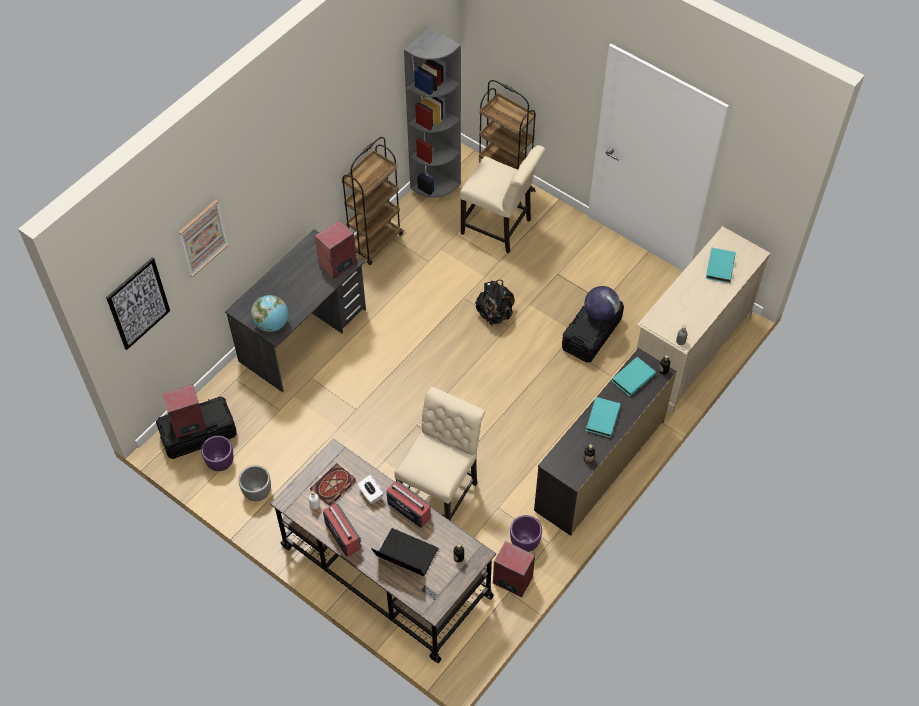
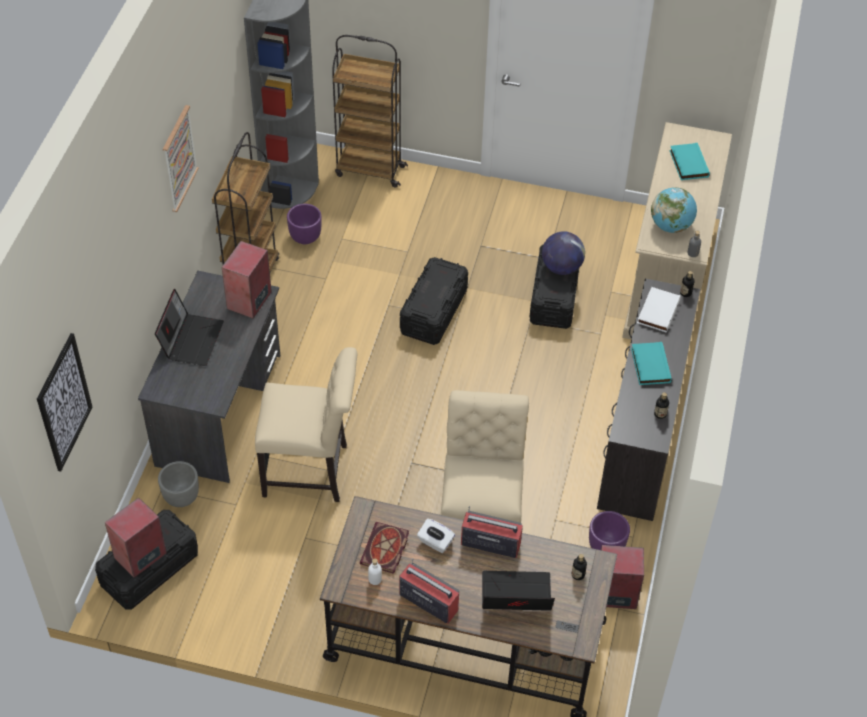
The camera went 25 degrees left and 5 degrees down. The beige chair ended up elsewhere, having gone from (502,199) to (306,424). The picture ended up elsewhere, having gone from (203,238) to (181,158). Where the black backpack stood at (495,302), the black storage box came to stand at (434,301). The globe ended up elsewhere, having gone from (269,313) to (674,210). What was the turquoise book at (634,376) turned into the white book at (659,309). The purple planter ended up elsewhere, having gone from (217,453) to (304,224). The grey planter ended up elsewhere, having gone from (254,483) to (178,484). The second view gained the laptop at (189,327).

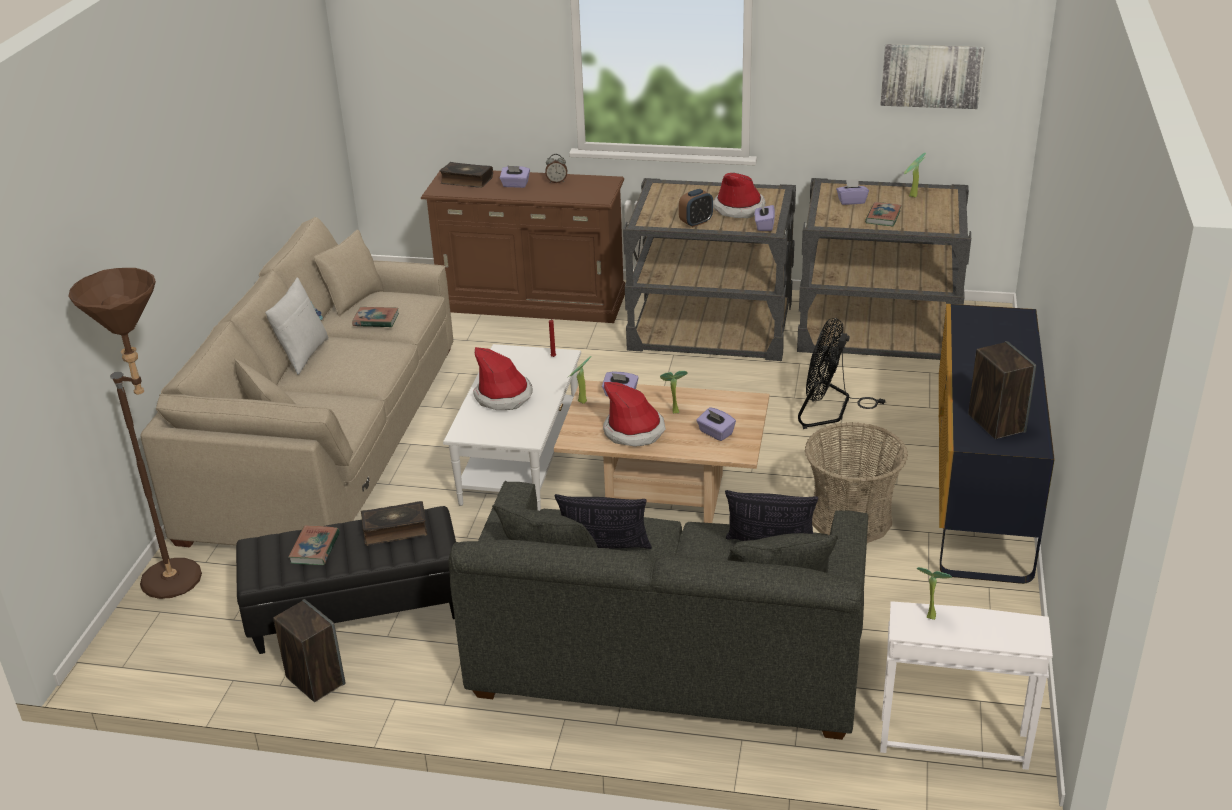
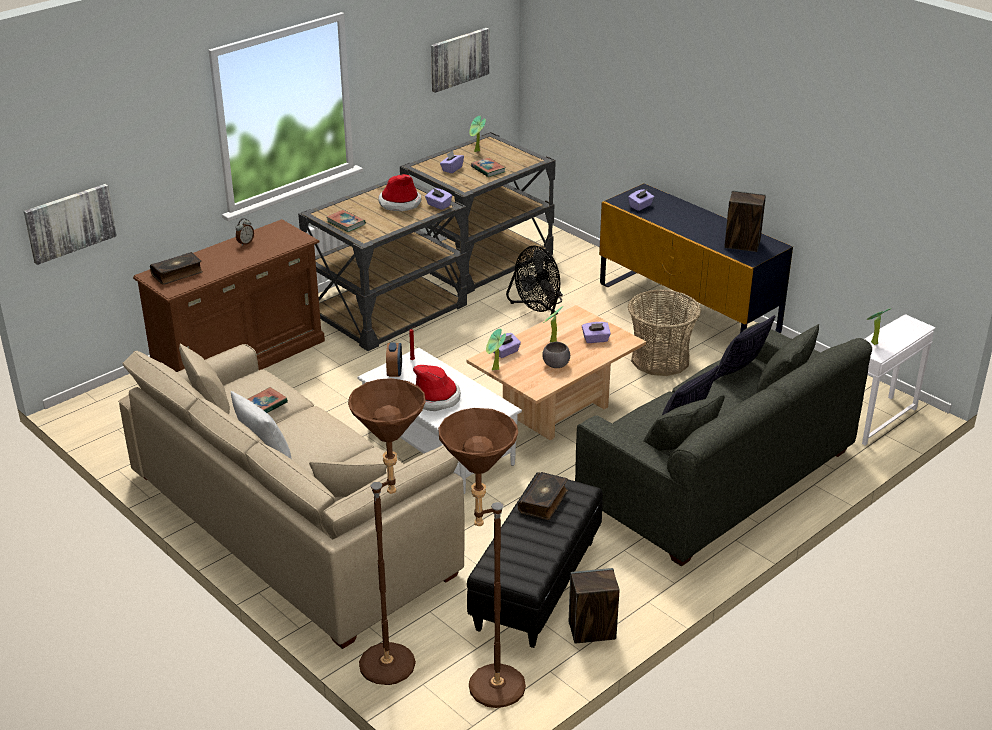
The camera went 55 degrees left and 0 degrees up. The purple tissue box ended up elsewhere, having gone from (515,176) to (641,200). The alarm clock ended up elsewhere, having gone from (696,208) to (394,359). Where the hat stood at (634,414), the grey bowl came to stand at (556,355). The book ended up elsewhere, having gone from (314,545) to (346,221). The second view gained the picture at (70,224). The second view gained the brown floor lamp at (482,558).

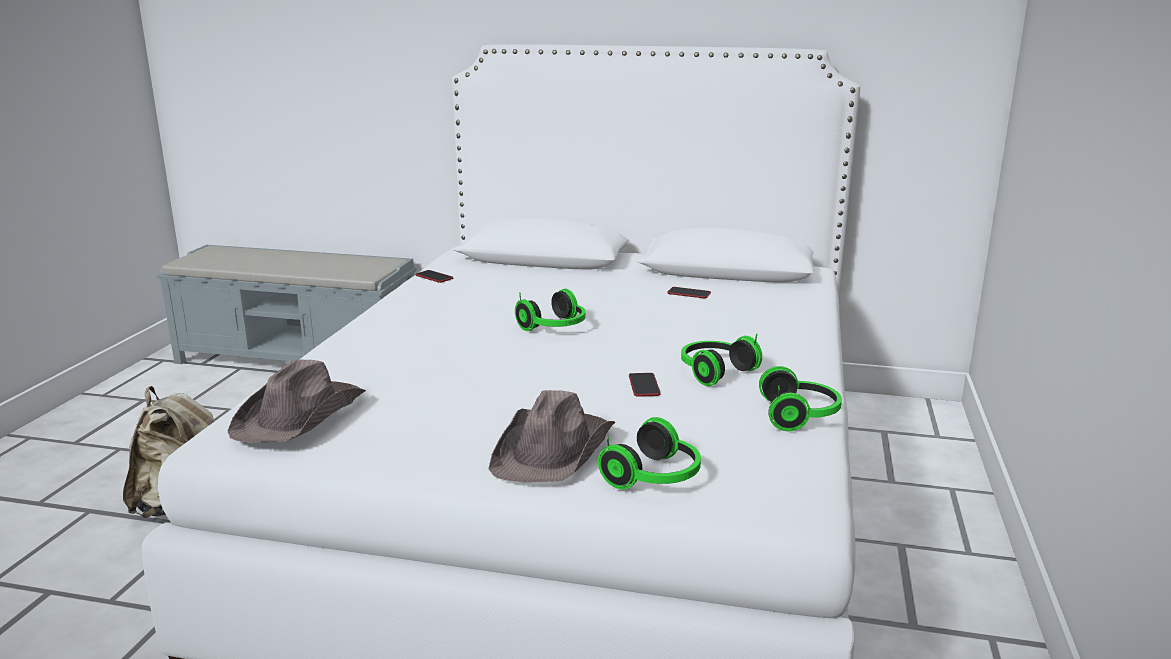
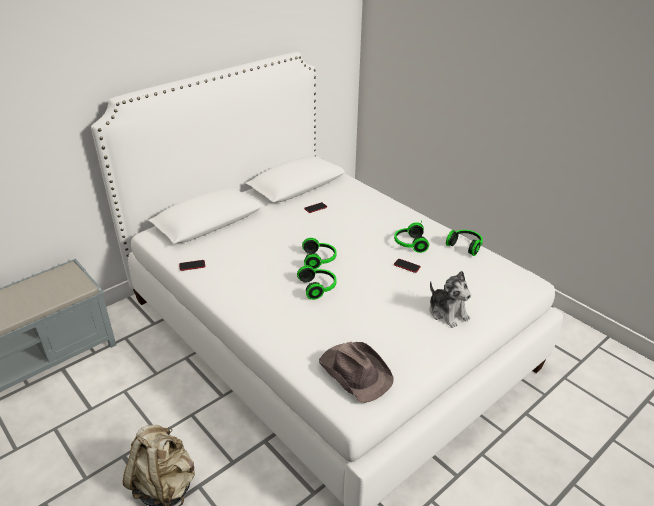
The camera went 55 degrees left and 15 degrees up. Where the brown hat stood at (551,436), the plush toy came to stand at (450,299). The headphones ended up elsewhere, having gone from (649,453) to (316,282).

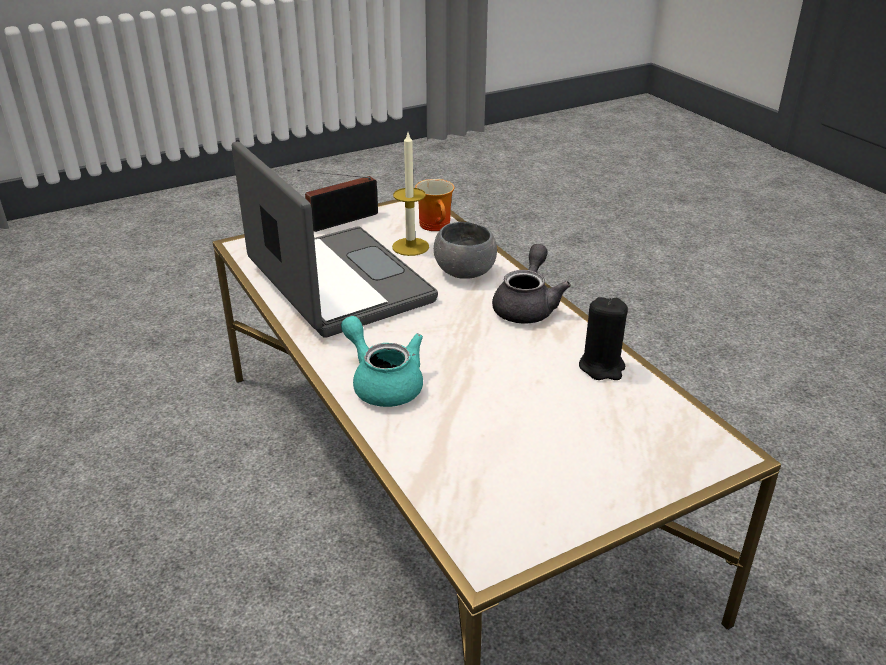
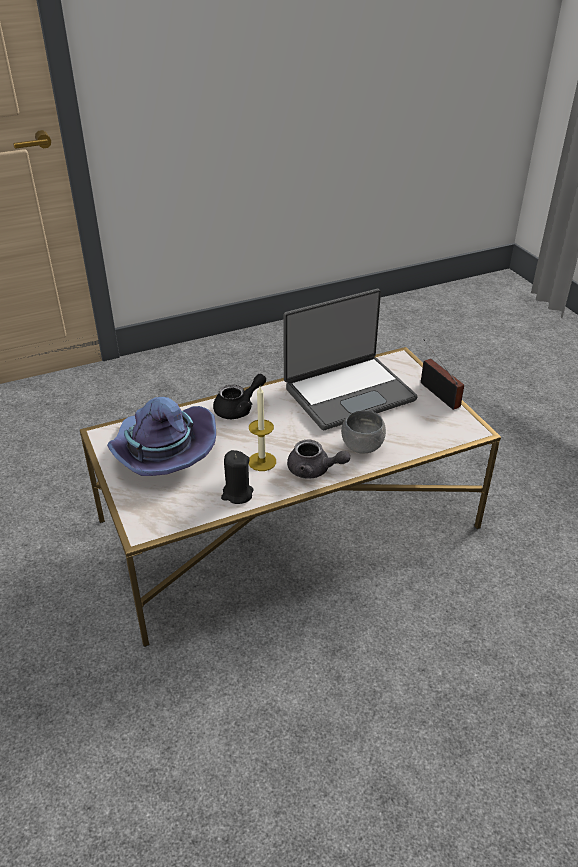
The camera went 95 degrees right and 5 degrees up. The candle ended up elsewhere, having gone from (410,194) to (262,428). The second view lost the mug at (434,205). What was the turquoise teapot at (382,361) turned into the black teapot at (239,396). The second view gained the purple hat at (161,436).

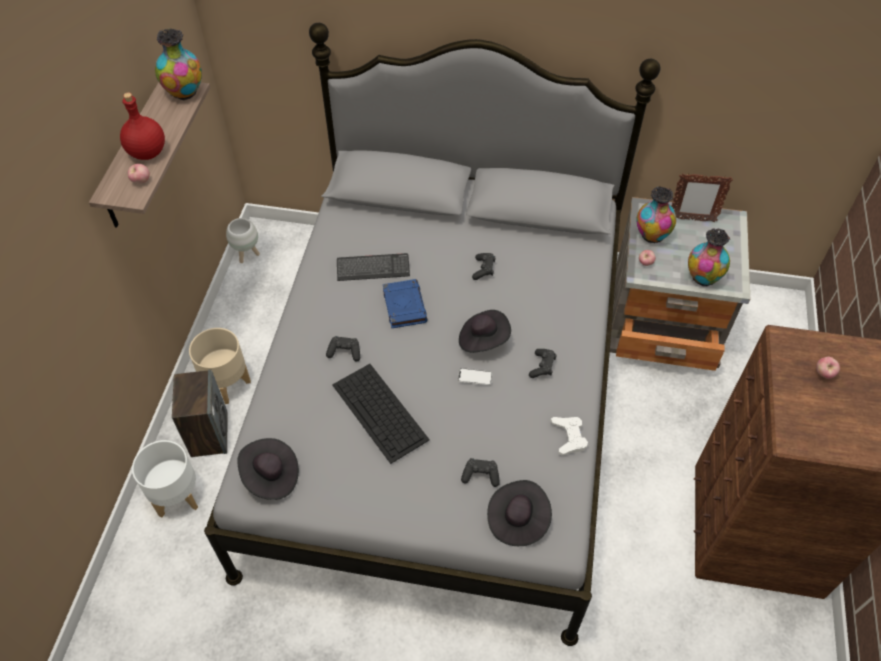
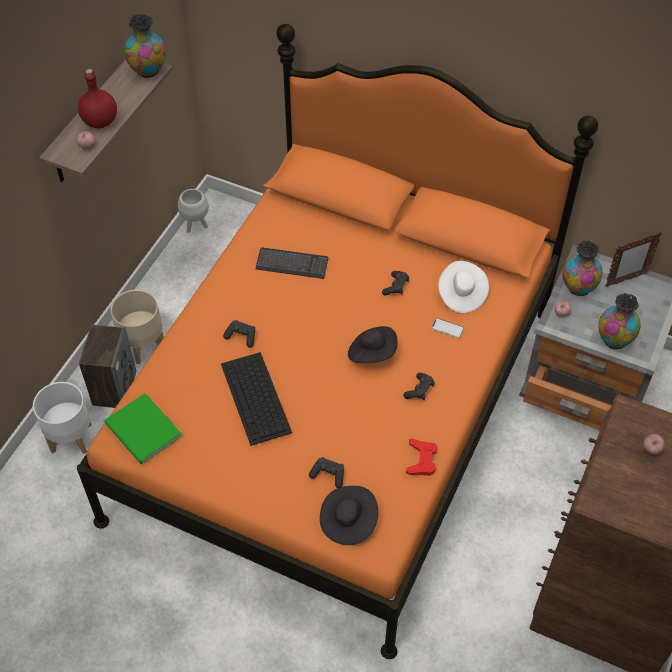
The camera went 15 degrees right and 0 degrees up. What was the grey bed at (432,334) turned into the orange bed at (337,341). The picture frame at (702,197) ended up facing another way, 45 degrees counterclockwise from before. The second view lost the blue book at (405,303). The phone ended up elsewhere, having gone from (475,377) to (447,328). What was the white game controller at (569,436) turned into the red game controller at (422,457). Where the black hat stood at (268,469), the green book came to stand at (143,428). The second view gained the white hat at (463,287).

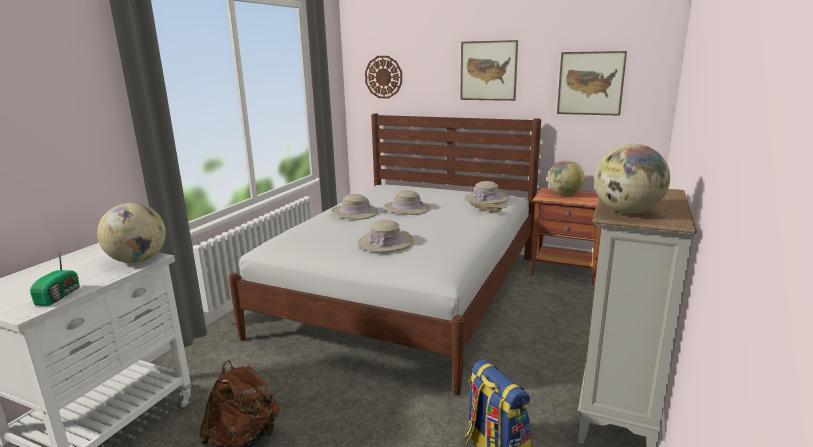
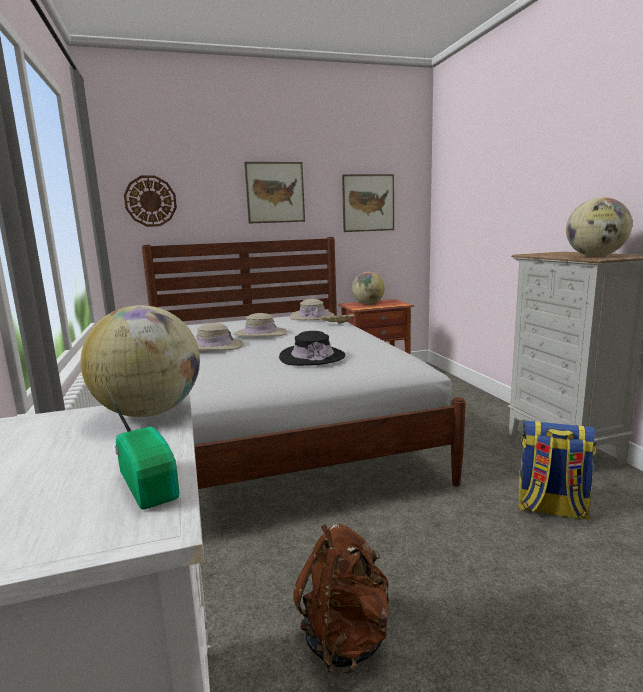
The camera went 40 degrees left and 5 degrees down. What was the beige hat at (386,236) turned into the black hat at (312,348).

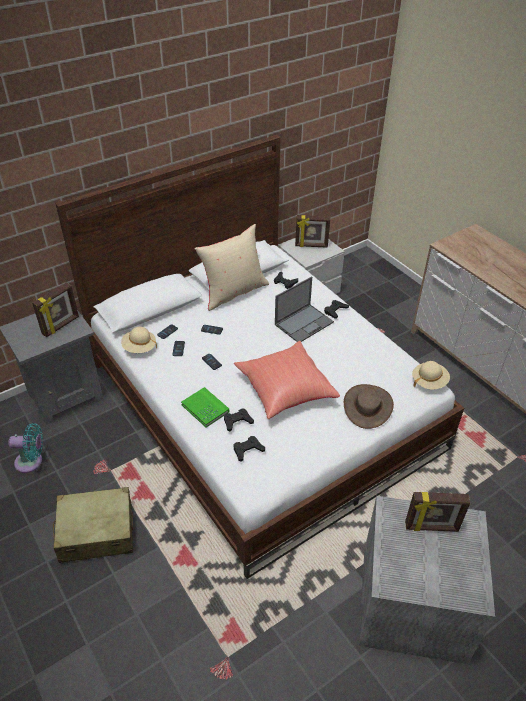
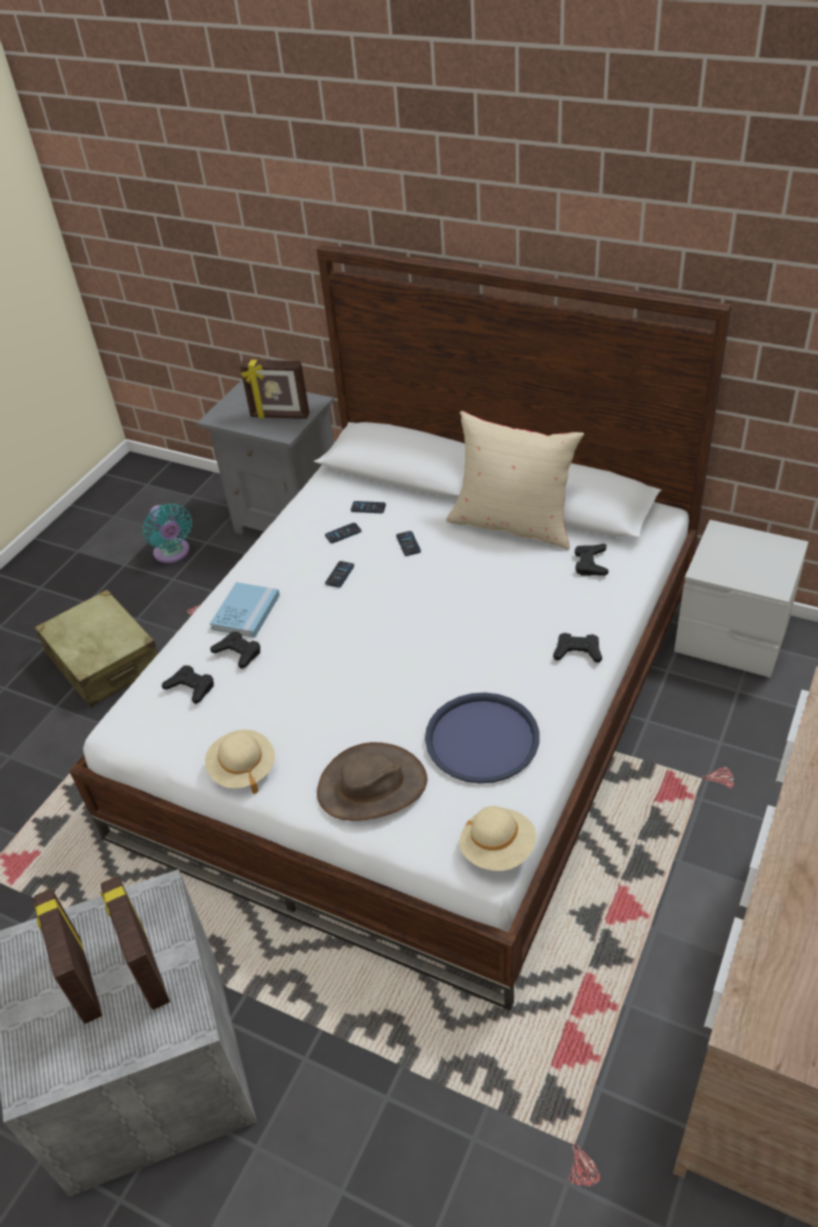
The camera went 65 degrees right and 0 degrees up. The picture frame ended up elsewhere, having gone from (312,231) to (68,956). The second view lost the laptop at (304,309). The beige hat ended up elsewhere, having gone from (139,340) to (240,762). The second view lost the red pillow at (287,380). What was the green book at (205,407) turned into the blue book at (245,610). The second view gained the blue tray at (482,737).

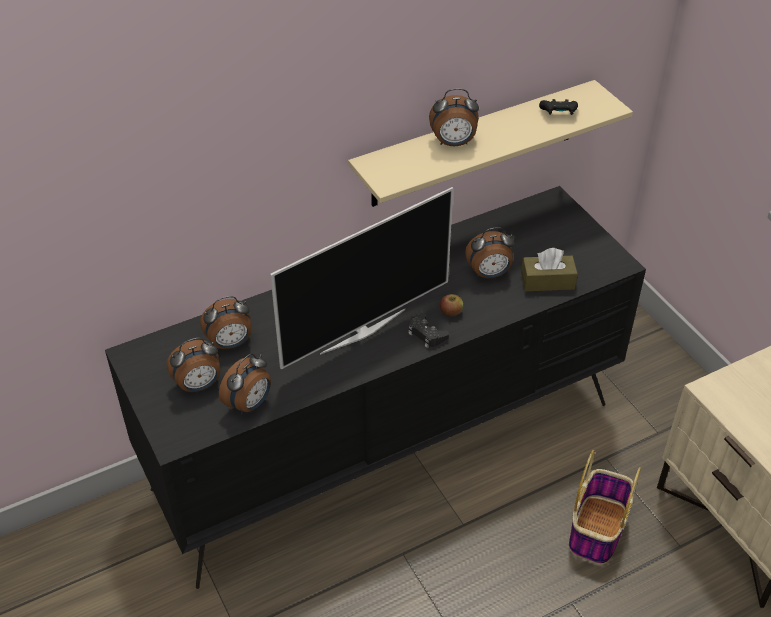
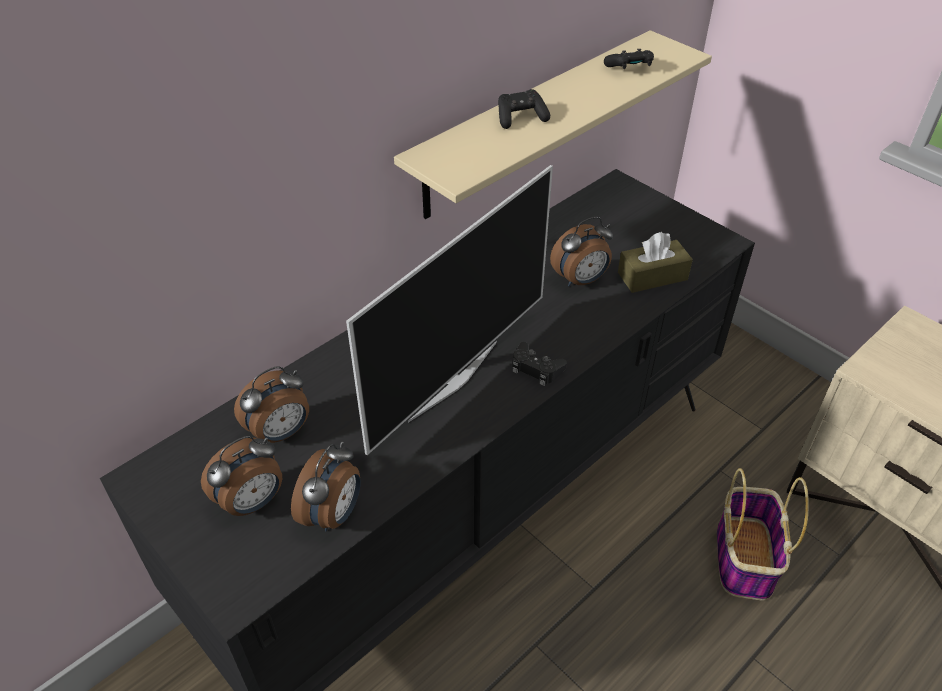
The camera went 15 degrees left and 0 degrees up. Where the alarm clock stood at (454,117), the black game controller came to stand at (524,109). The second view lost the apple at (451,305).

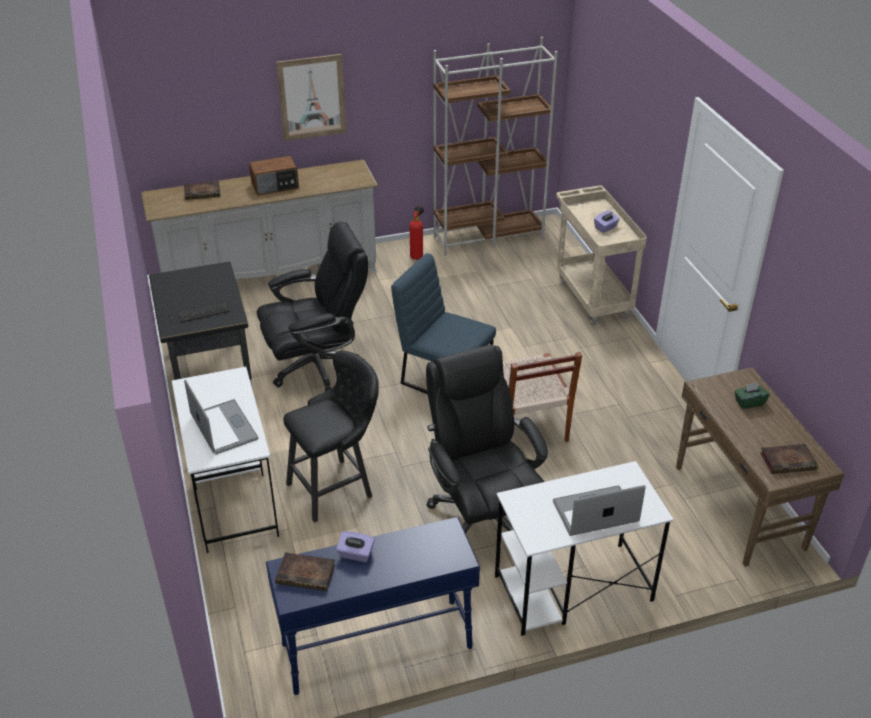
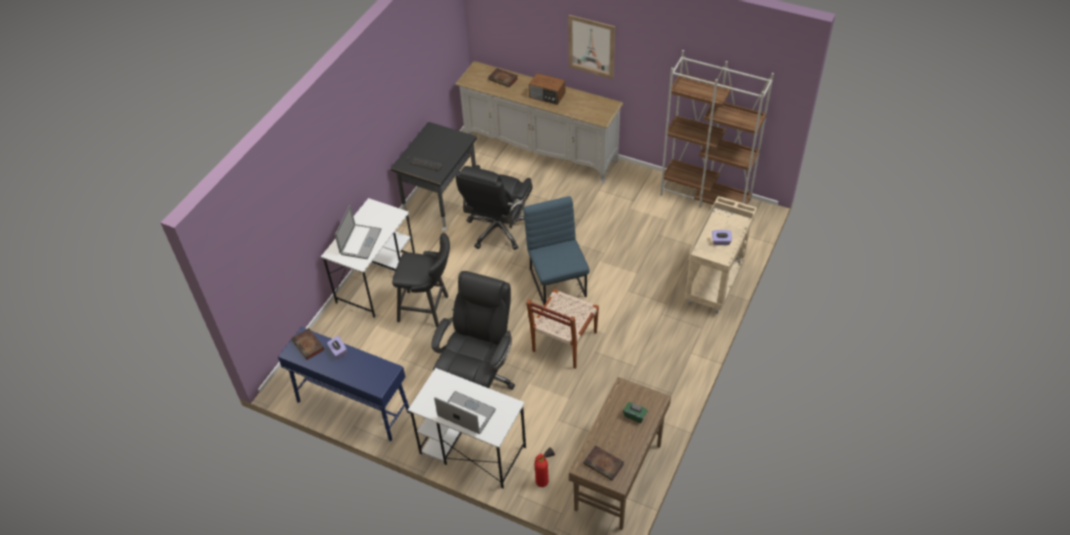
The camera went 45 degrees right and 10 degrees up. The fire extinguisher ended up elsewhere, having gone from (417,233) to (545,467). The black office chair at (312,307) ended up facing another way, 90 degrees clockwise from before.

